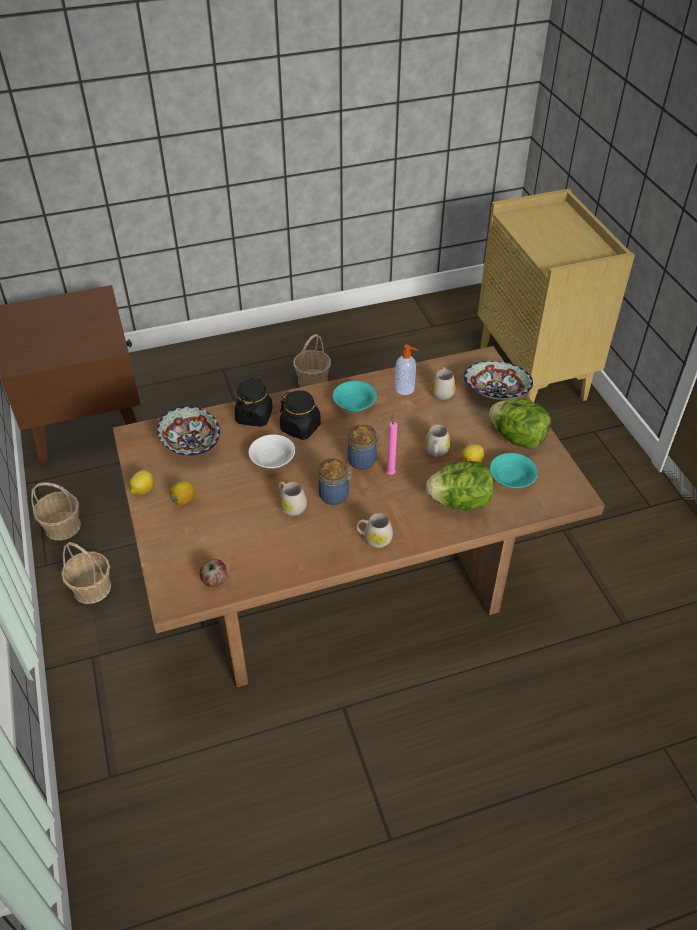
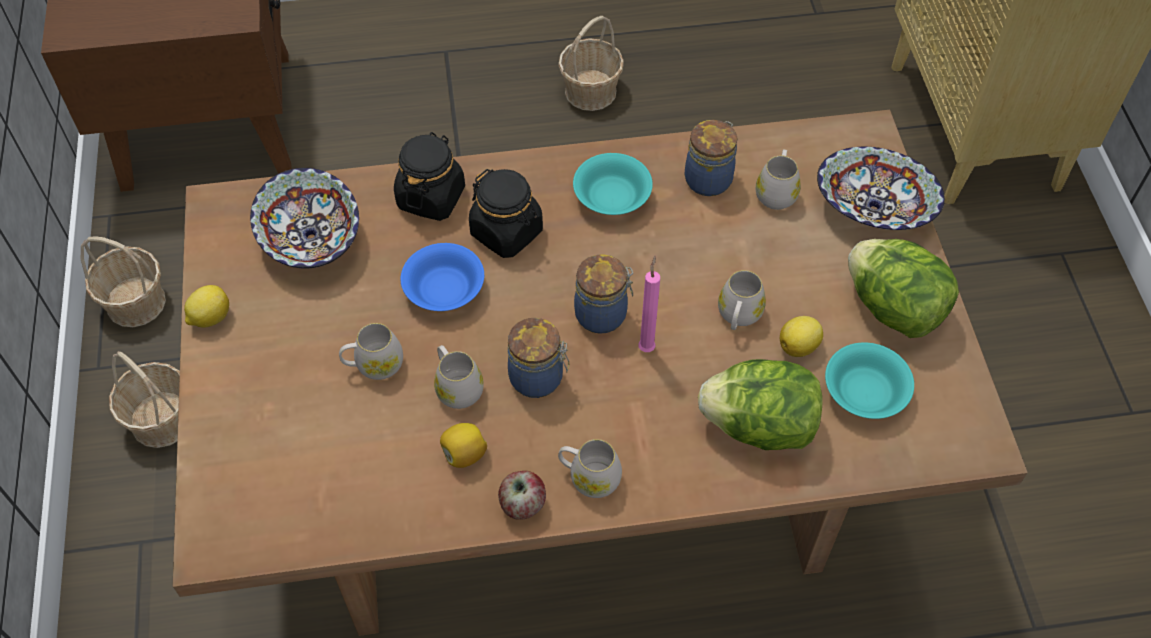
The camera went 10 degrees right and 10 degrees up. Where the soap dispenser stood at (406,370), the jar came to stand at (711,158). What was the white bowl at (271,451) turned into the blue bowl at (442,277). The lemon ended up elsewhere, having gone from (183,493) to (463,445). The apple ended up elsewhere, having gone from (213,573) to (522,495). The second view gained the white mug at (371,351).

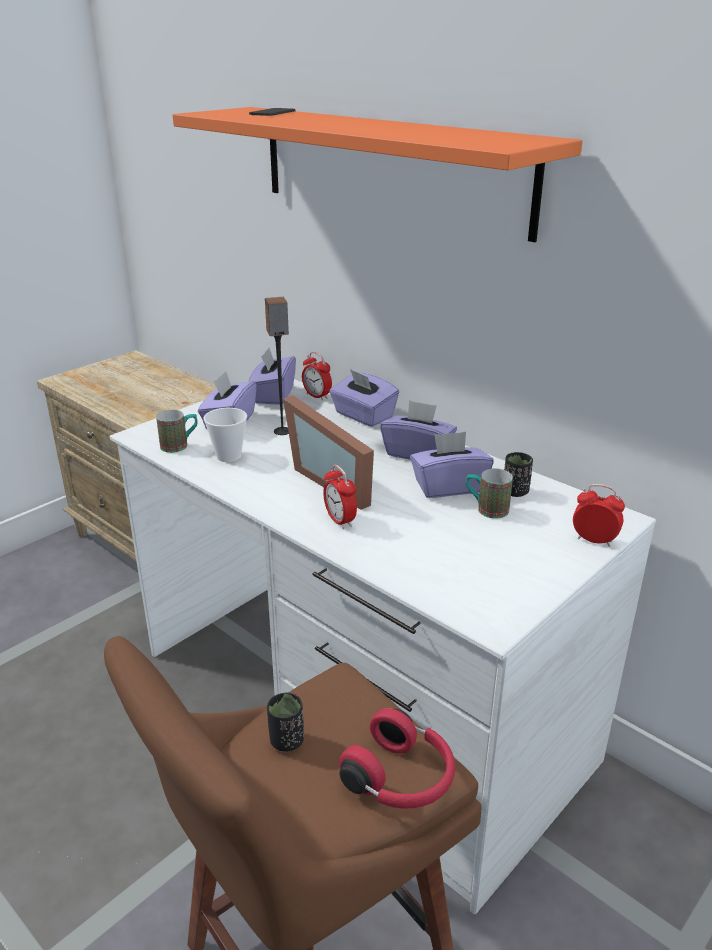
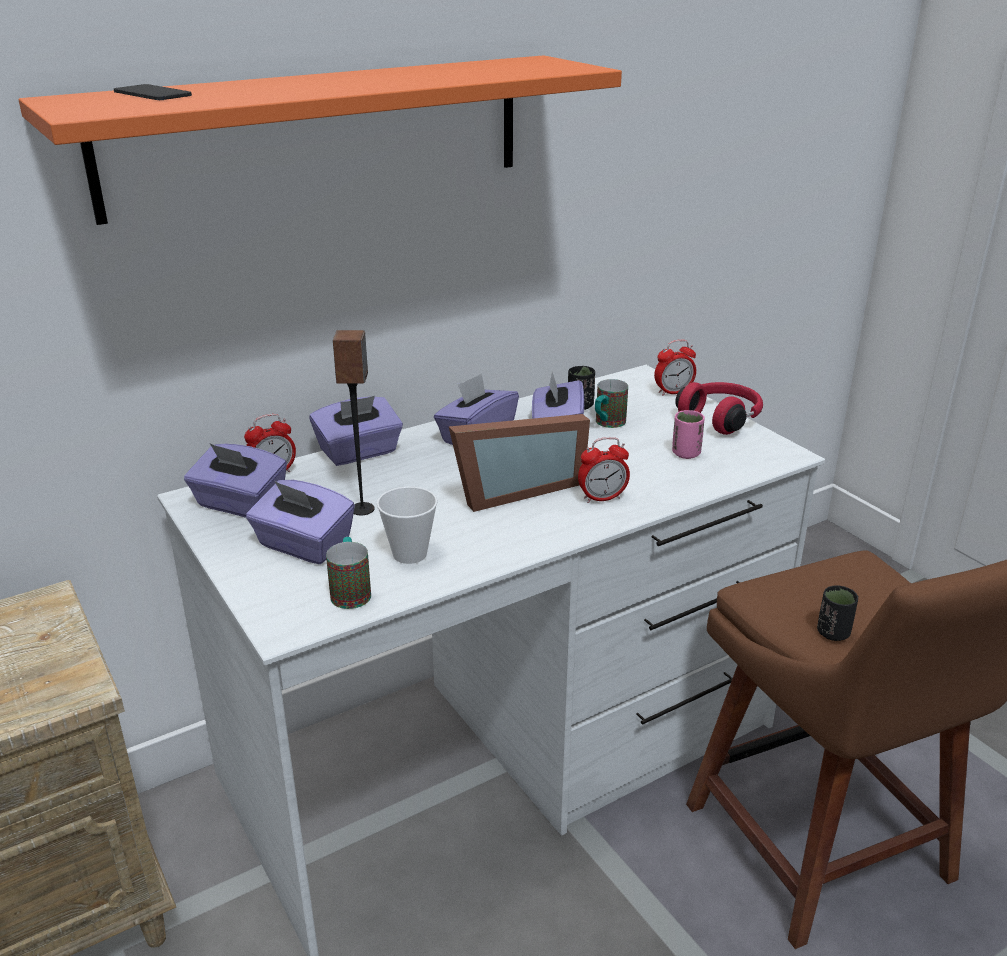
The camera went 75 degrees left and 0 degrees up. The alarm clock at (599,515) ended up facing another way, 150 degrees counterclockwise from before. The red headphones ended up elsewhere, having gone from (397,758) to (719,408). The second view gained the pink cup at (688,434).

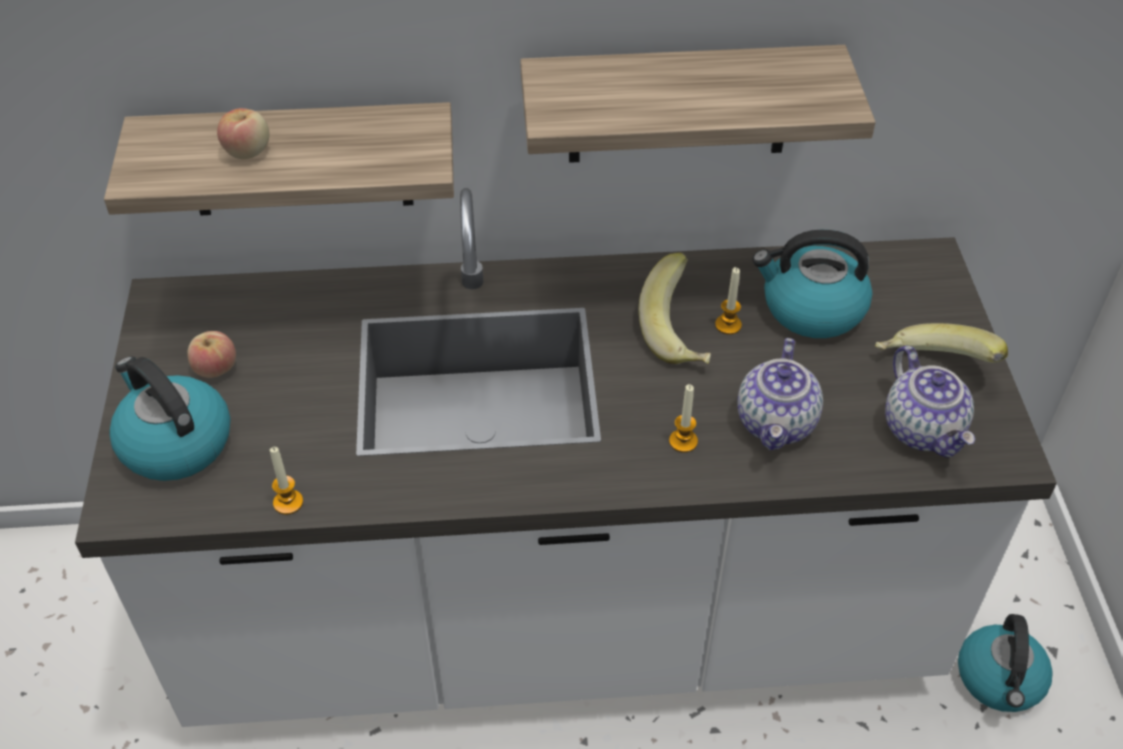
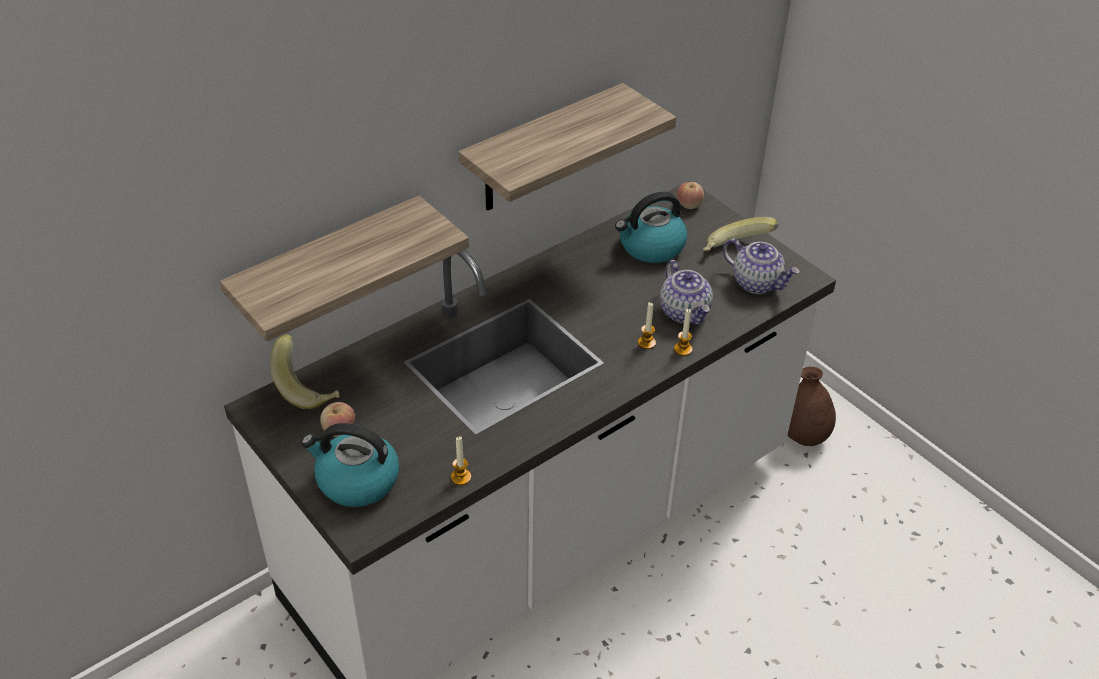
The camera went 35 degrees left and 5 degrees down. The apple ended up elsewhere, having gone from (243,133) to (690,195). The banana ended up elsewhere, having gone from (674,308) to (305,371). The candle ended up elsewhere, having gone from (728,301) to (683,332). Where the kettle stood at (1005,663), the brown vase came to stand at (812,406).

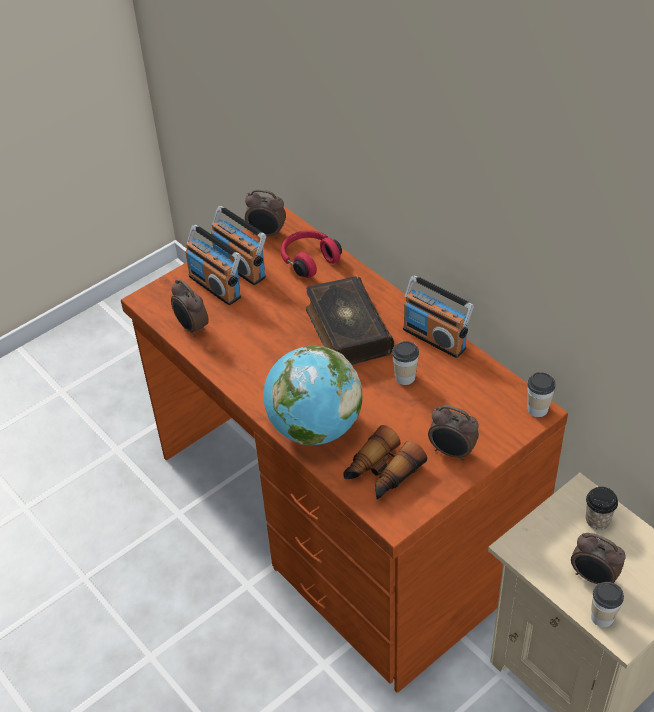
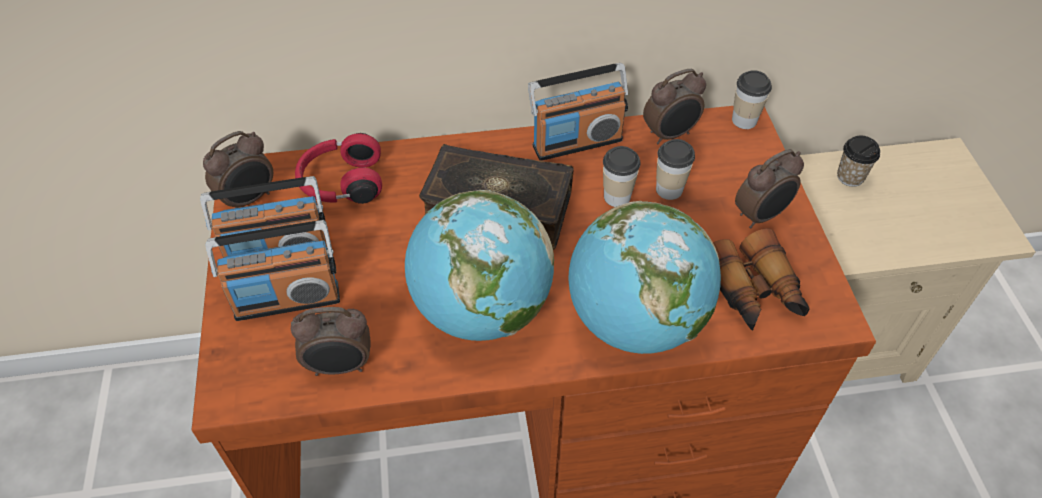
The camera went 60 degrees left and 5 degrees up. The alarm clock ended up elsewhere, having gone from (598,558) to (674,106). The cup ended up elsewhere, having gone from (607,604) to (675,169). The second view gained the globe at (479,265).

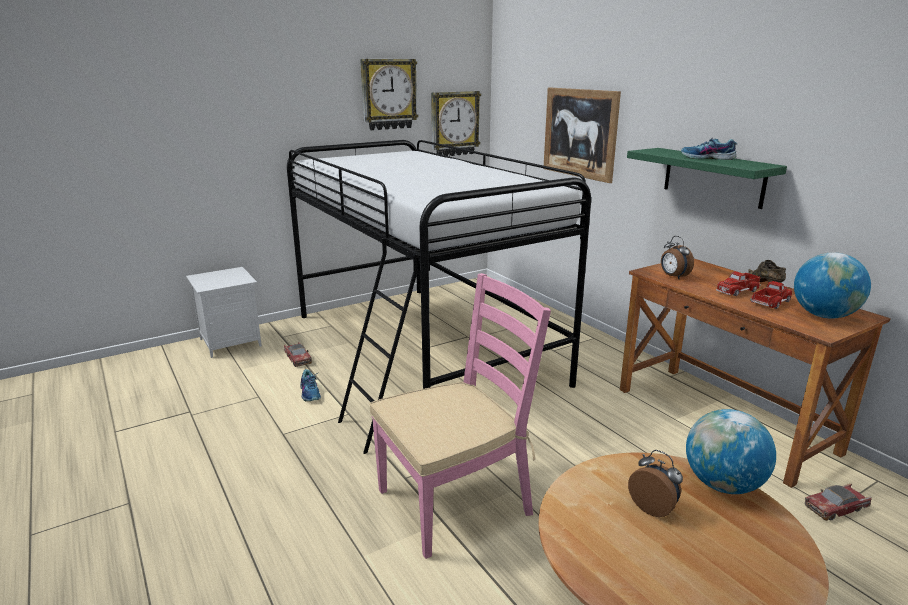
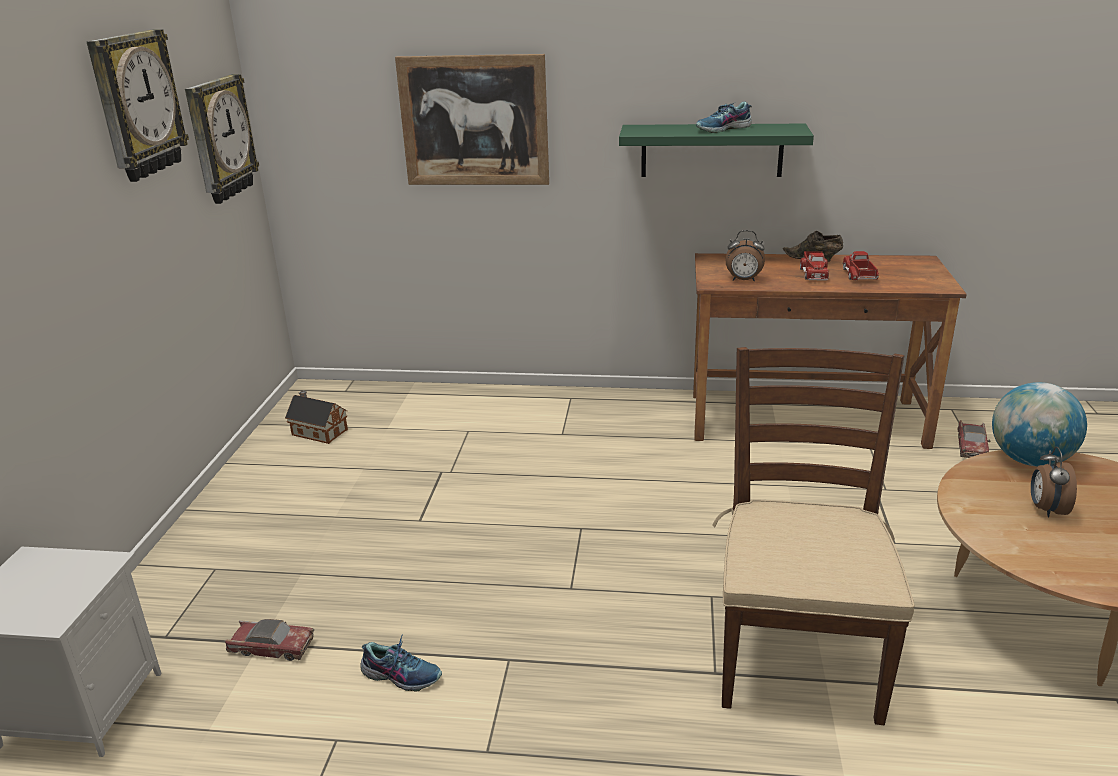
The camera went 50 degrees left and 5 degrees up. The second view lost the black bed at (439,297). The second view lost the globe at (832,286). What was the pink chair at (460,416) turned into the brown chair at (813,536). The alarm clock at (655,483) ended up facing another way, 75 degrees counterclockwise from before. The second view gained the toy house at (316,417).

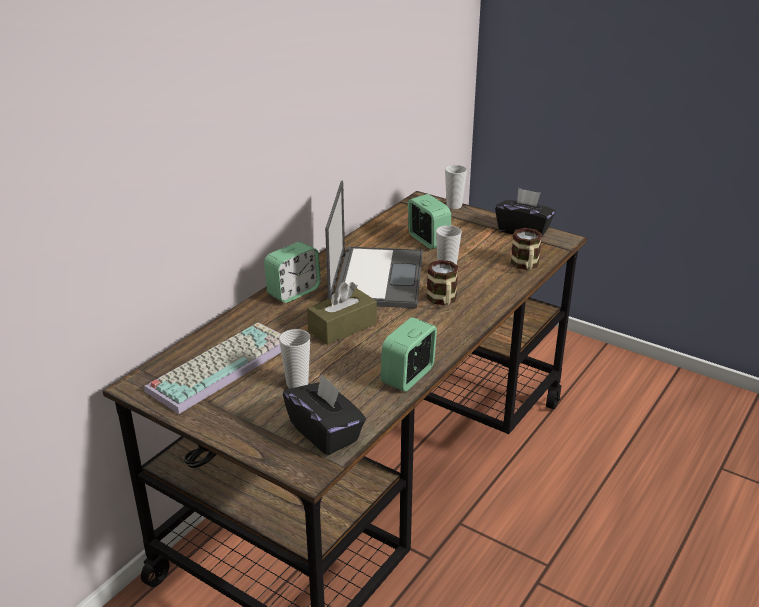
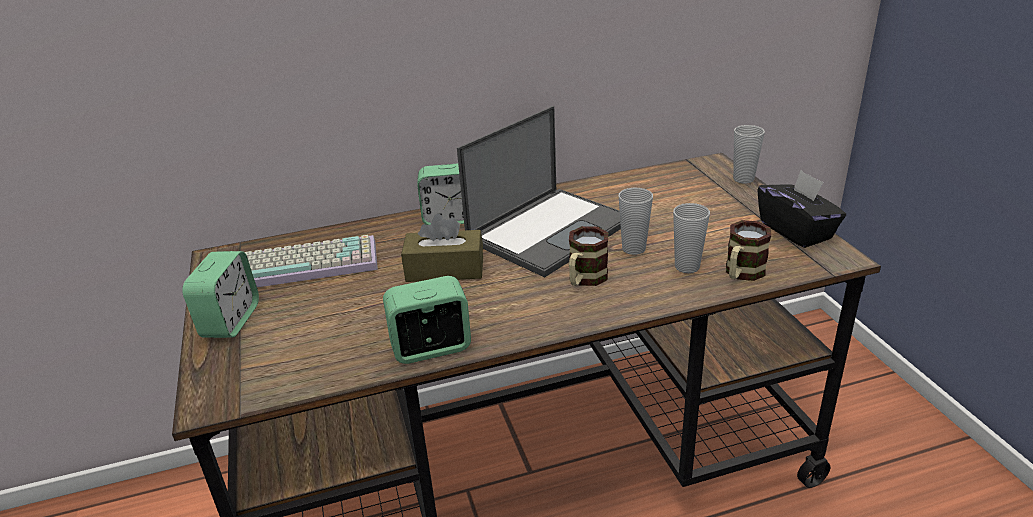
The camera went 40 degrees right and 0 degrees up. The alarm clock ended up elsewhere, having gone from (429,221) to (220,294). The cup ended up elsewhere, having gone from (294,358) to (691,238). The second view lost the black tissue box at (324,414).

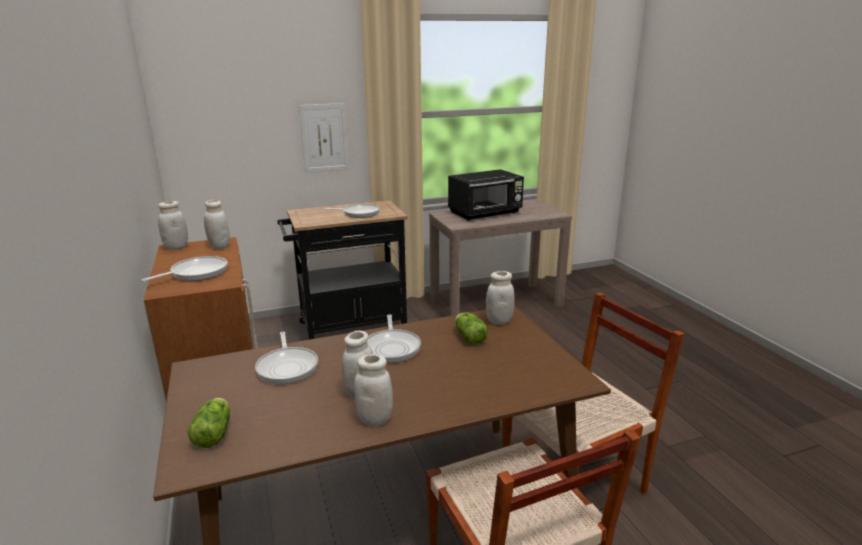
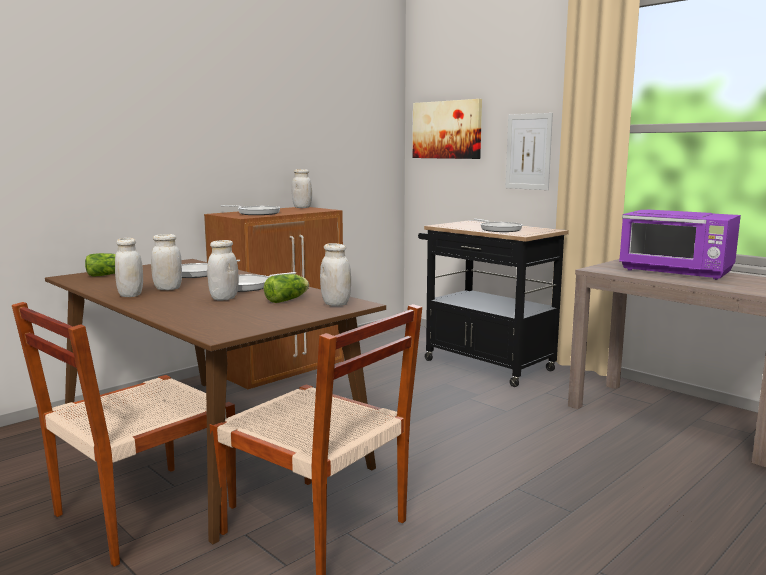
The camera went 65 degrees right and 10 degrees down. What was the black microwave at (486,195) turned into the purple microwave at (680,244). The white jar ended up elsewhere, having gone from (217,224) to (223,270). The second view gained the picture at (447,129).

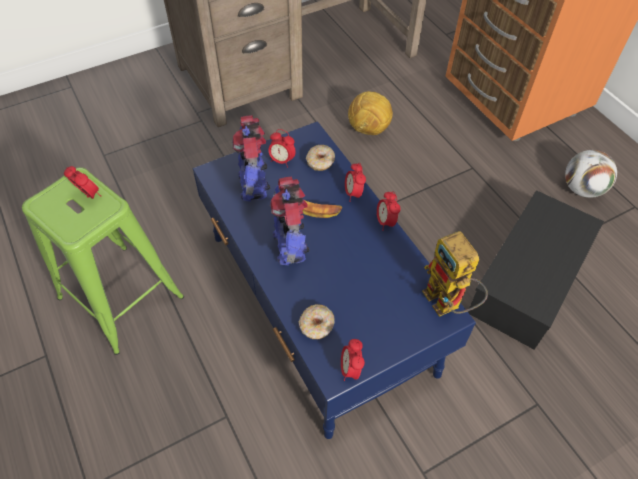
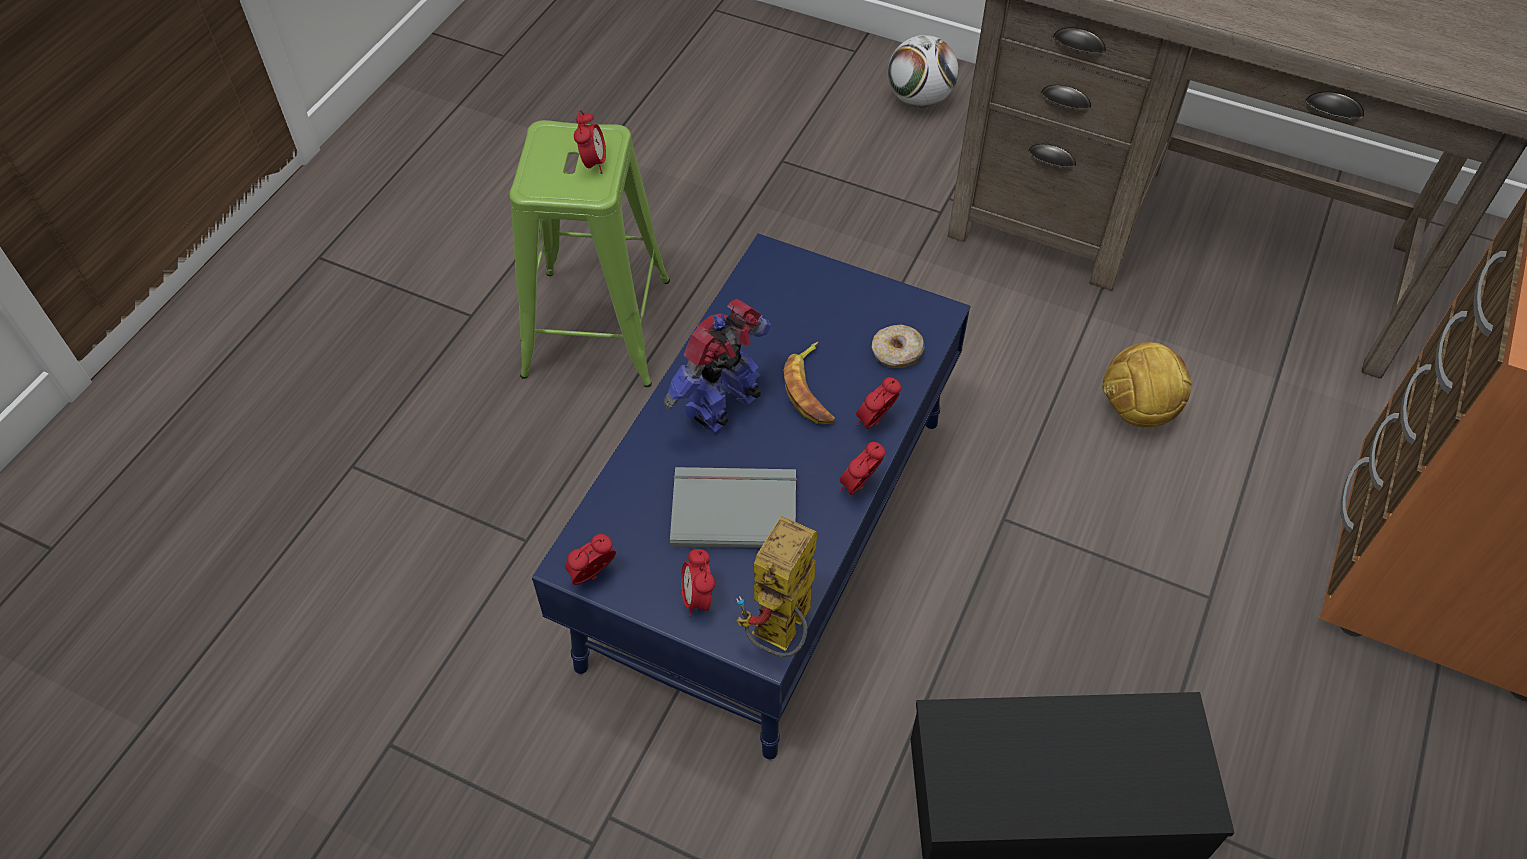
The camera went 55 degrees right and 0 degrees up. The second view lost the toy robot at (251,158). The alarm clock ended up elsewhere, having gone from (282,148) to (698,582). The football ended up elsewhere, having gone from (591,174) to (923,71). The second view lost the donut at (317,321). The second view gained the grey book at (733,507).

